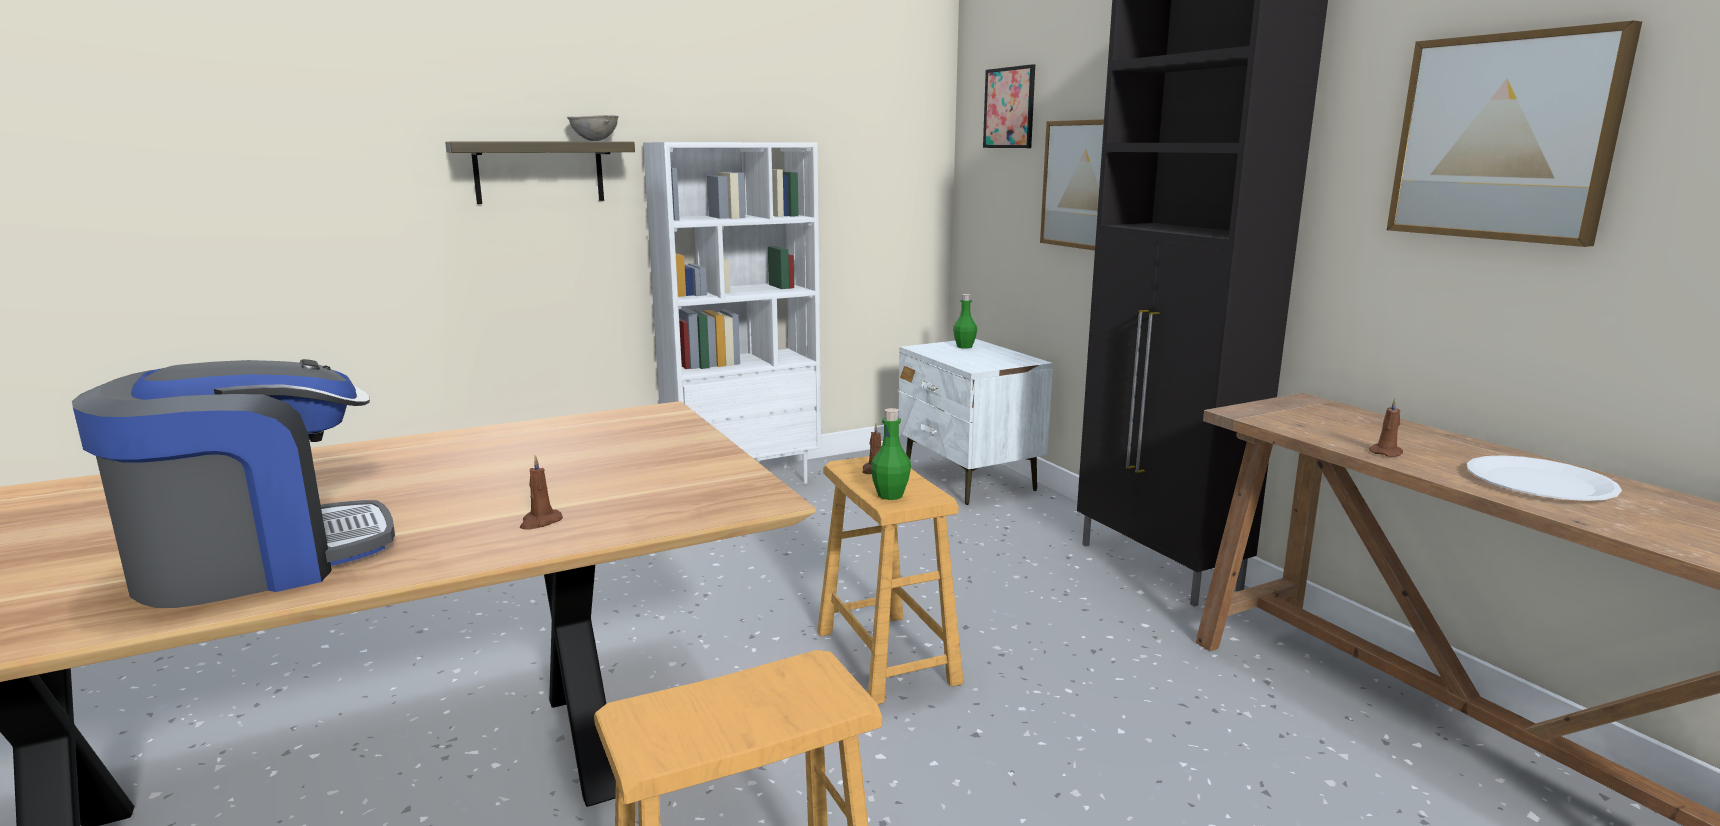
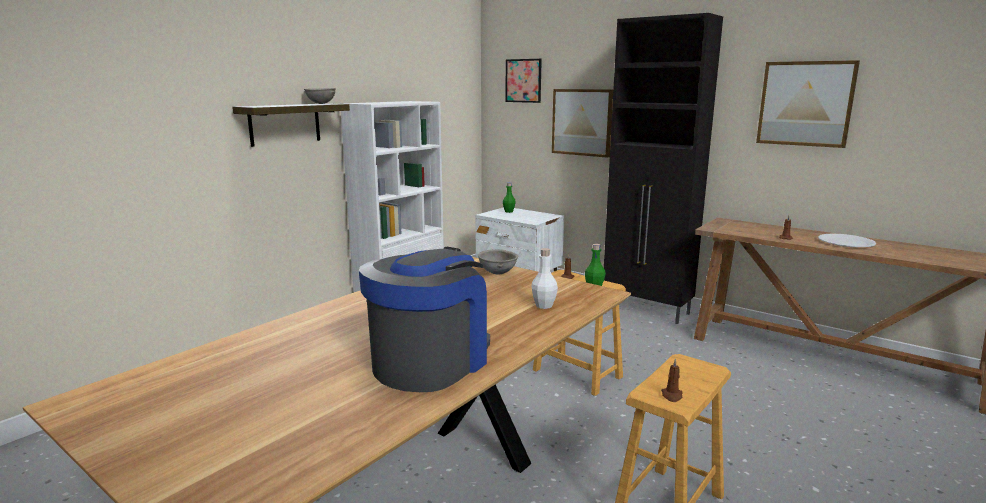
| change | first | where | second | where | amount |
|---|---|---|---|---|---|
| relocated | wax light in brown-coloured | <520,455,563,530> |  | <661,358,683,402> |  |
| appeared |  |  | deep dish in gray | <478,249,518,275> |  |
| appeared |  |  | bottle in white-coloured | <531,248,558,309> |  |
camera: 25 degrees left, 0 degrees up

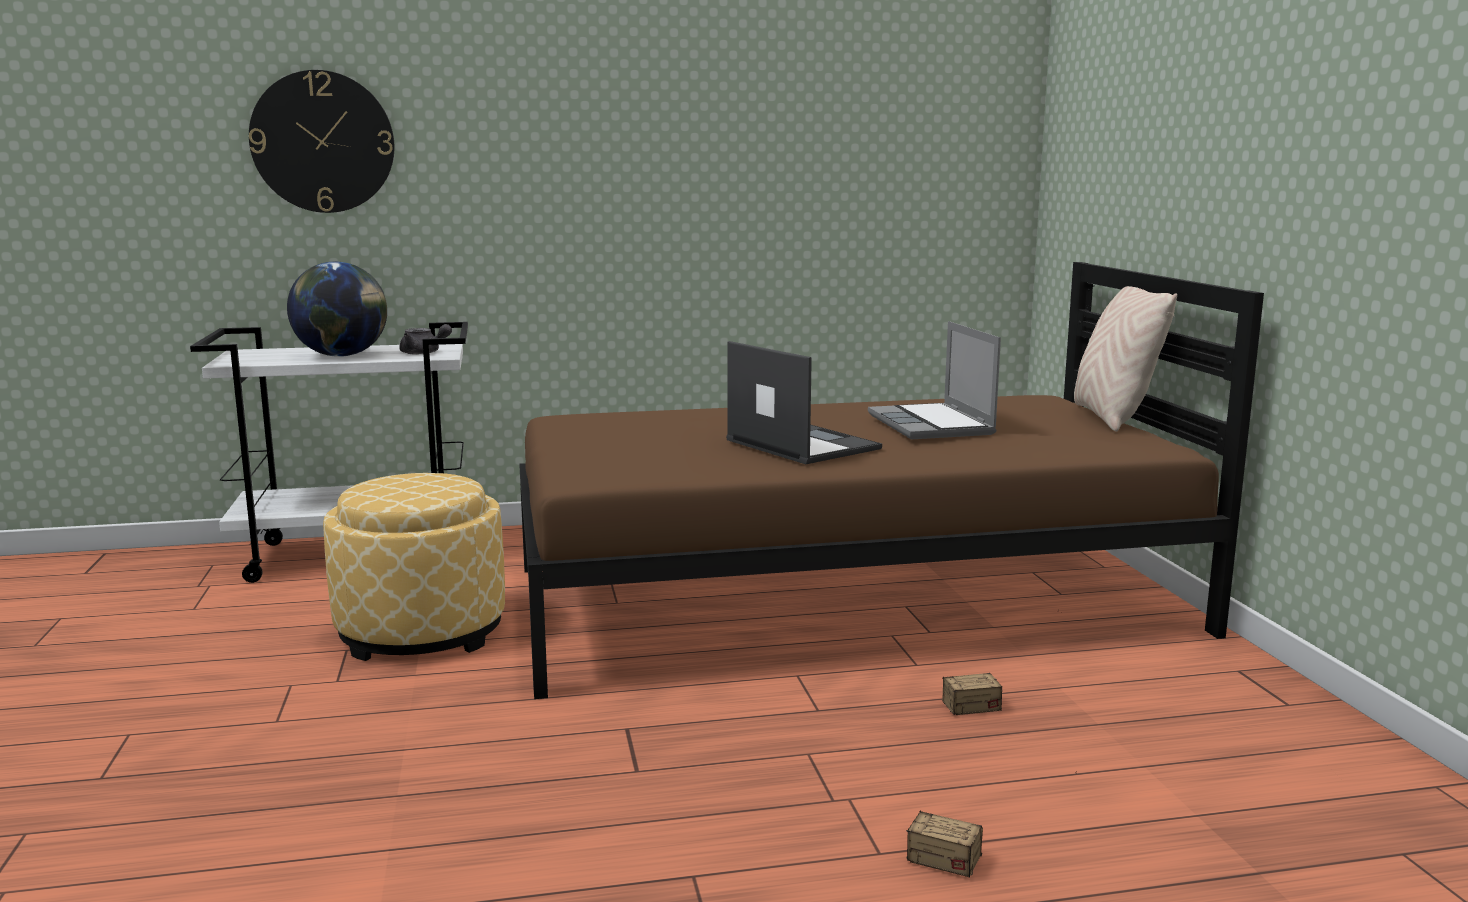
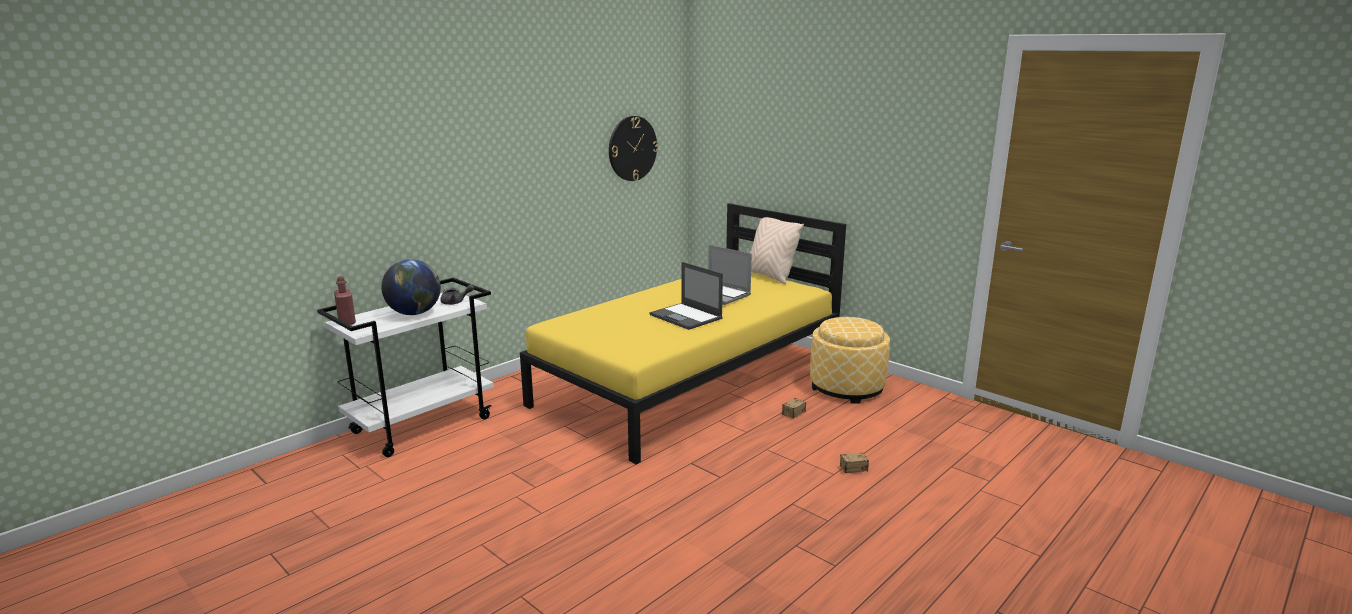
| change | first | where | second | where | amount |
|---|---|---|---|---|---|
| relocated | clock on the wall | <249,70,394,213> |  | <609,116,658,181> |  |
| relocated | footrest | <323,473,505,661> |  | <810,317,890,404> |  |
| colour | sleeping bed in brown-coloured | <519,262,1264,699> | sleeping bed in yellowish | <520,203,846,464> |  |
| spun | portable computer | <726,341,882,464> |  | <649,262,723,330> | 150 degrees counterclockwise |
| appeared |  |  | bottle in reddish | <334,276,356,325> |  |
camera: 35 degrees left, 5 degrees up

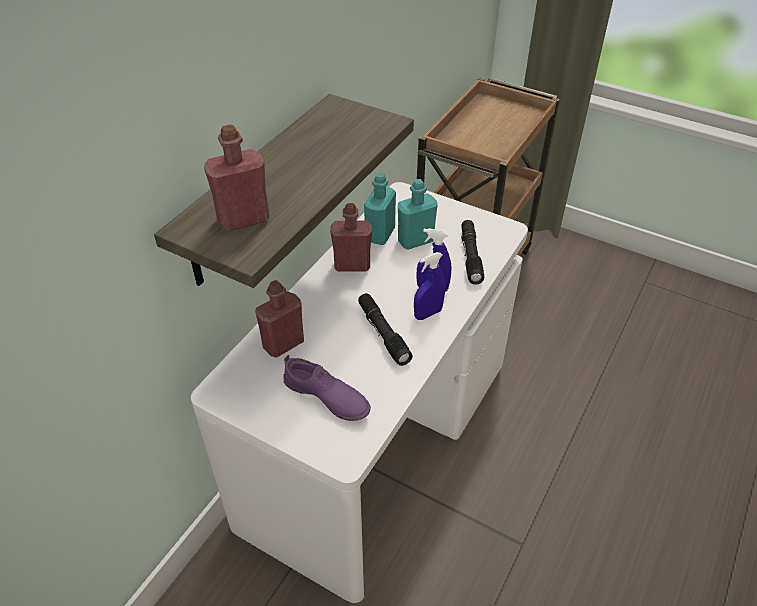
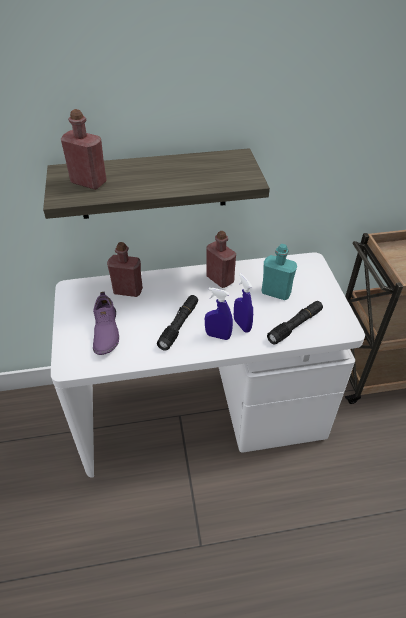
| change | first | where | second | where | amount |
|---|---|---|---|---|---|
| missing | bottle in turquoise-coloured | <364,173,396,245> |  |  |  |
camera: 50 degrees right, 0 degrees up

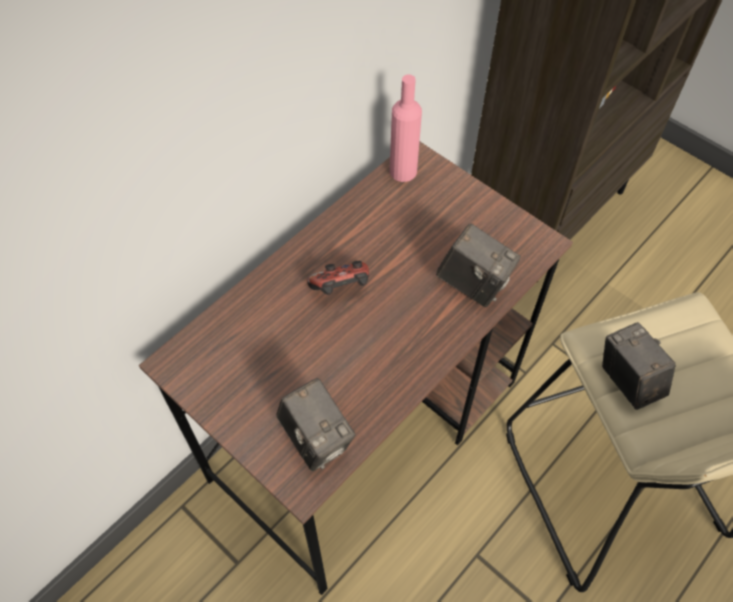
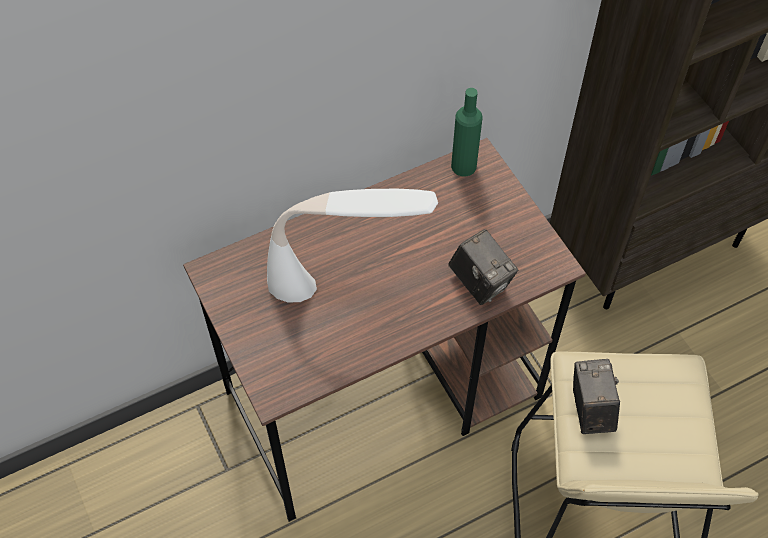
| change | first | where | second | where | amount |
|---|---|---|---|---|---|
| missing | still camera | <276,378,356,471> |  |  |  |
| missing | game controller | <307,261,369,295> |  |  |  |
| colour | bottle in pinkish | <390,74,422,182> | bottle in green | <451,88,482,176> |  |
| appeared |  |  | tabletop lamp in white-coloured | <267,189,438,303> |  |
camera: 20 degrees right, 0 degrees up

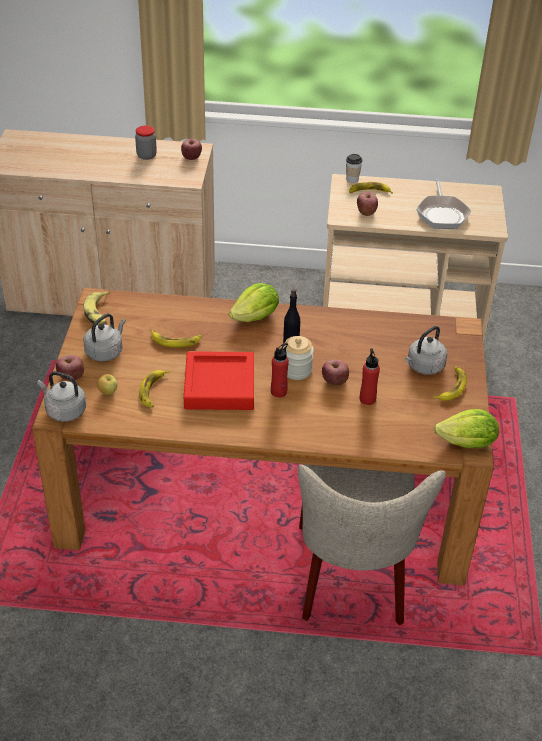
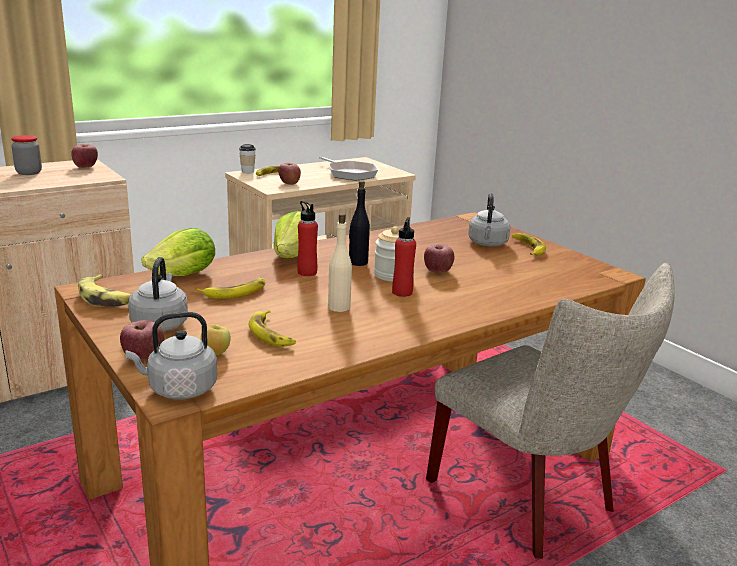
| change | first | where | second | where | amount |
|---|---|---|---|---|---|
| exchanged | carrying tray in reddish | <184,351,254,410> | bottle in beige-coloured | <328,214,352,312> |  |
| relocated | bottle in reddish | <360,348,380,405> |  | <297,201,318,276> |  |
| relocated | lettuce head | <434,409,499,448> |  | <141,228,215,276> |  |
camera: 40 degrees left, 20 degrees down

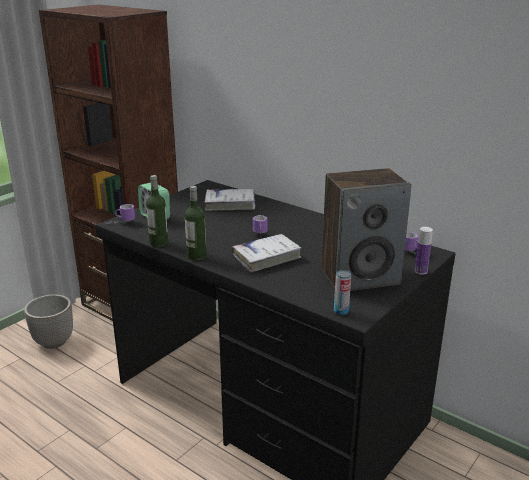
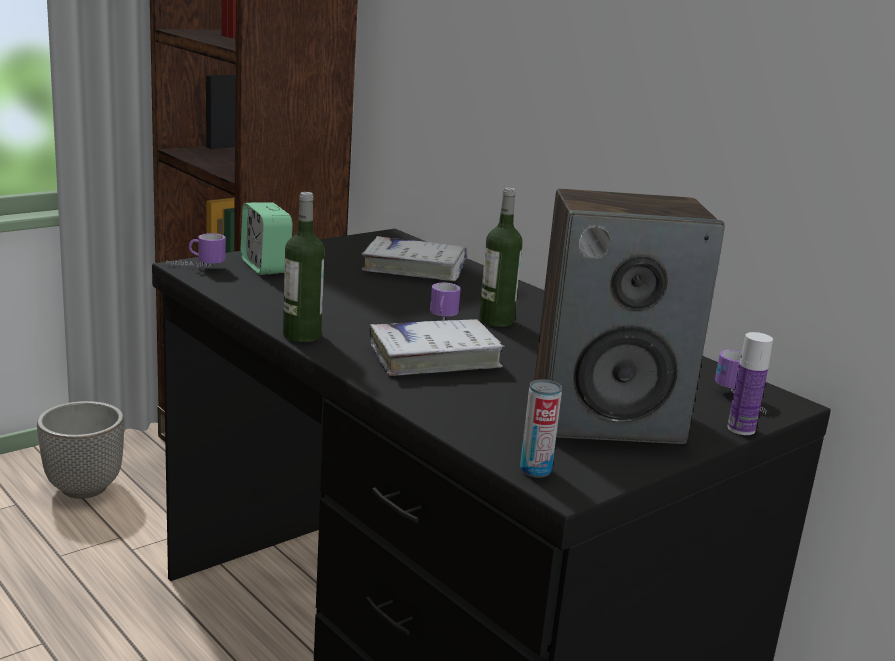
| change | first | where | second | where | amount |
|---|---|---|---|---|---|
| relocated | bottle | <146,175,168,247> |  | <479,187,523,327> |  |
camera: 10 degrees right, 5 degrees down

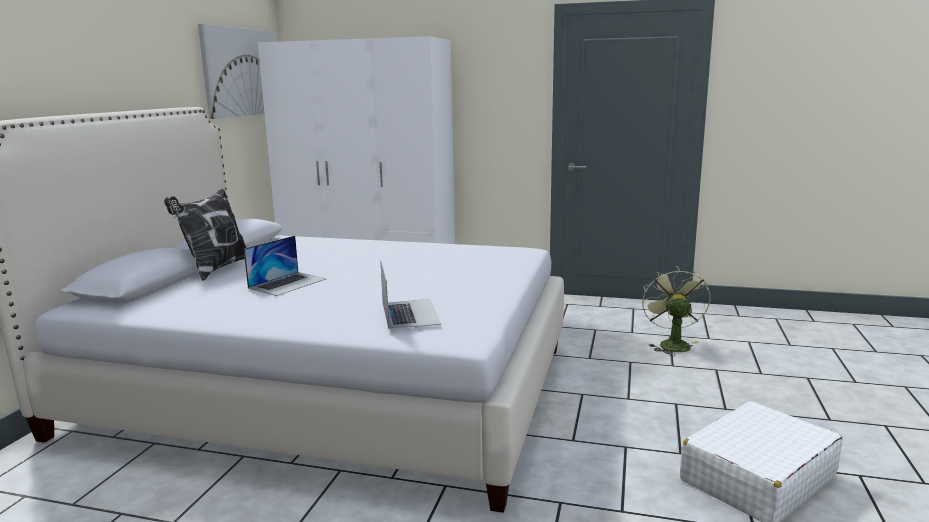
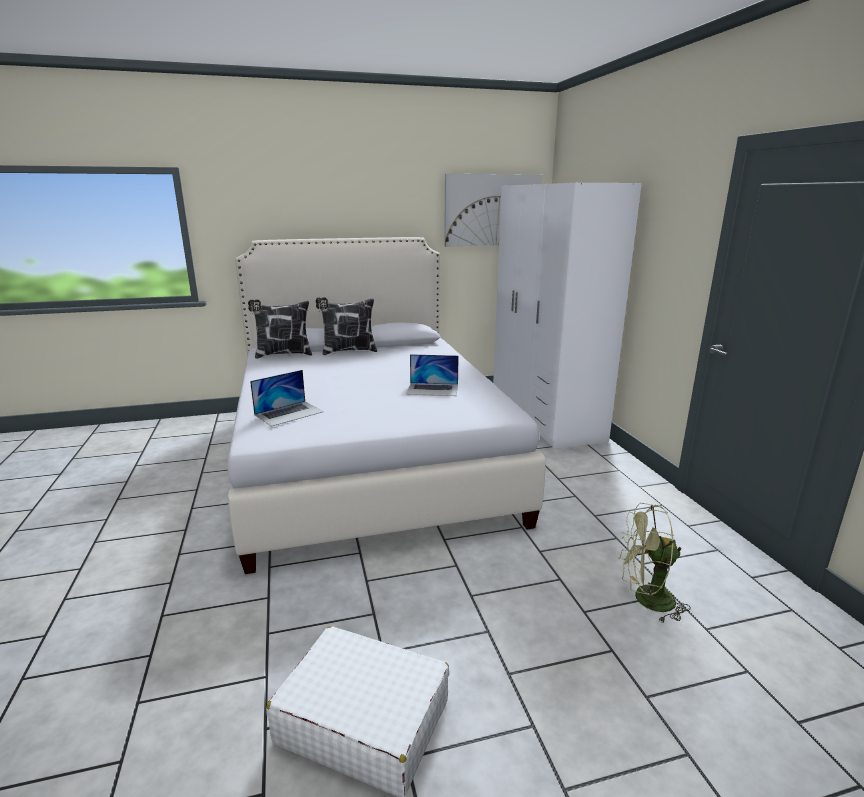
| change | first | where | second | where | amount |
|---|---|---|---|---|---|
| relocated | portable computer | <244,236,327,296> |  | <406,354,459,396> |  |
| spun | electric fan in green | <642,266,710,356> |  | <618,503,691,622> | 150 degrees counterclockwise |
| appeared |  |  | pillow | <248,299,312,359> |  |
camera: 60 degrees right, 5 degrees up

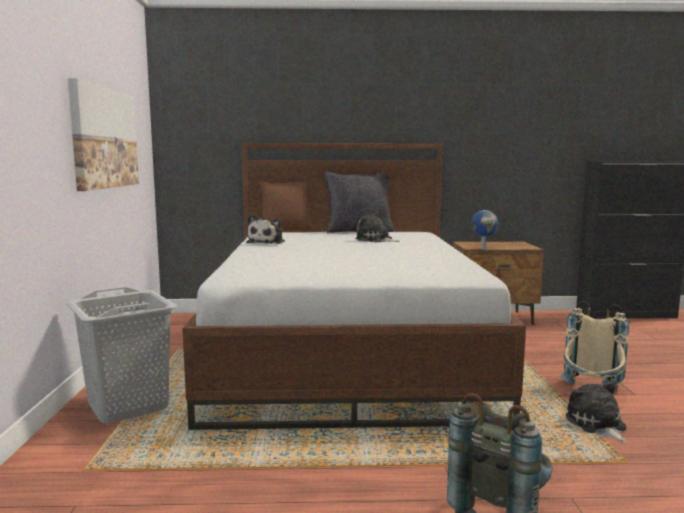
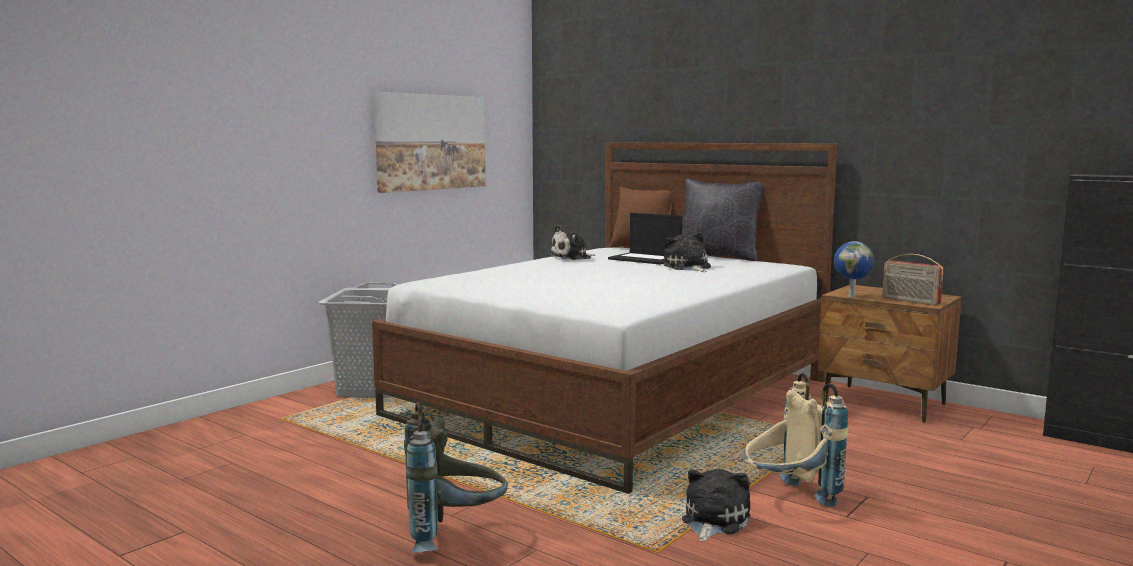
| change | first | where | second | where | amount |
|---|---|---|---|---|---|
| appeared |  |  | portable computer | <608,213,682,265> |  |
| appeared |  |  | radio | <882,254,944,306> |  |
camera: 40 degrees right, 0 degrees up

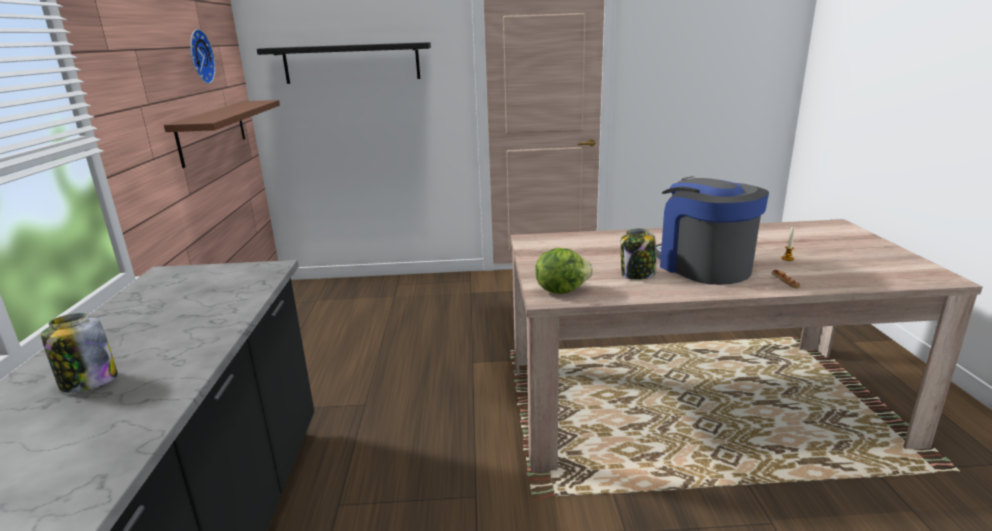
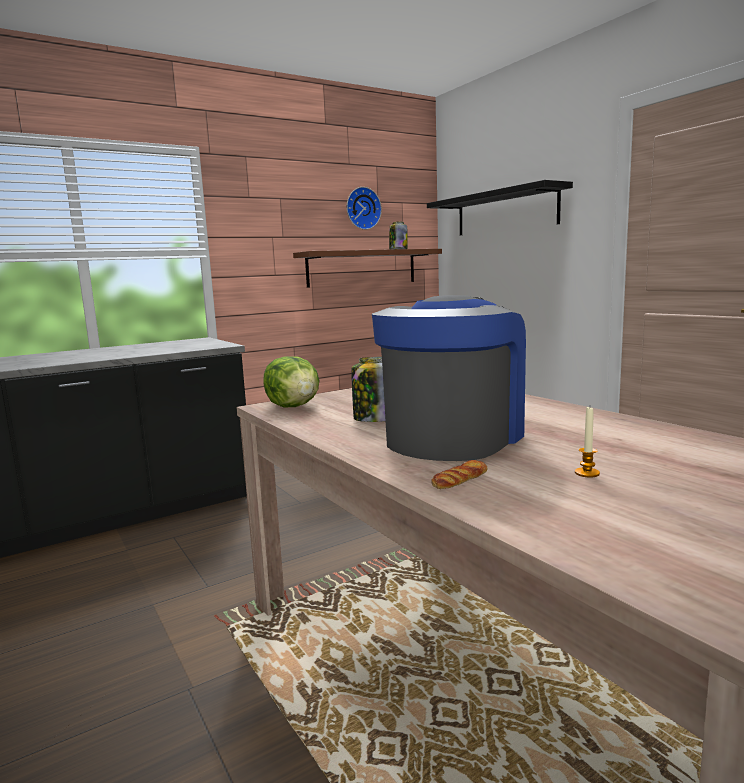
| change | first | where | second | where | amount |
|---|---|---|---|---|---|
| relocated | storage jar | <41,313,118,393> |  | <389,221,408,249> |  |
camera: 60 degrees right, 10 degrees down

